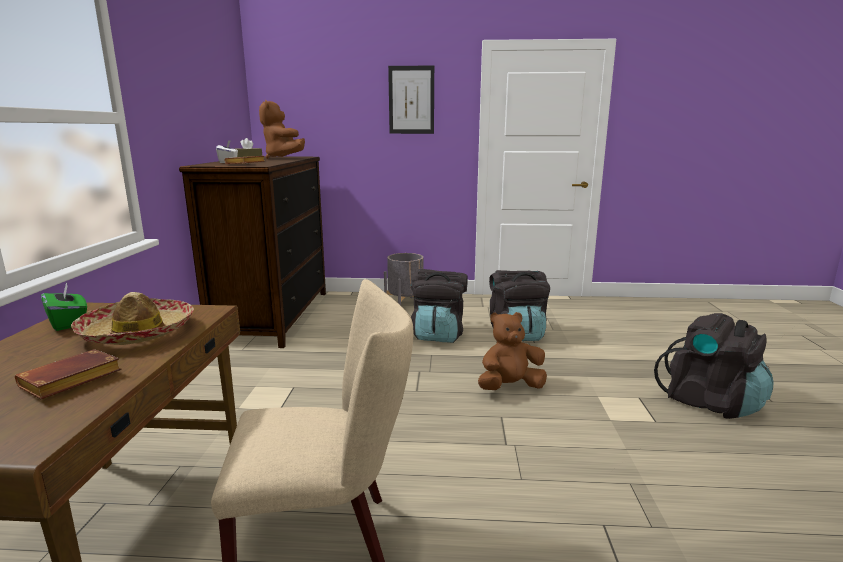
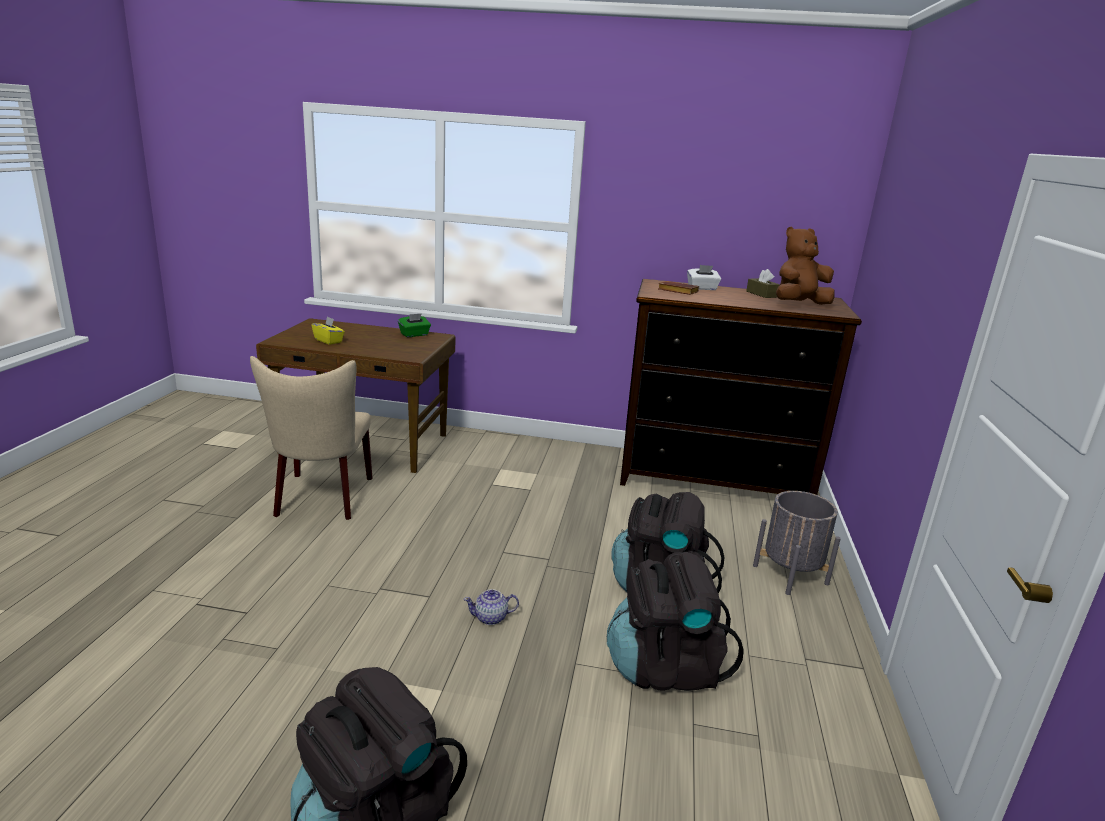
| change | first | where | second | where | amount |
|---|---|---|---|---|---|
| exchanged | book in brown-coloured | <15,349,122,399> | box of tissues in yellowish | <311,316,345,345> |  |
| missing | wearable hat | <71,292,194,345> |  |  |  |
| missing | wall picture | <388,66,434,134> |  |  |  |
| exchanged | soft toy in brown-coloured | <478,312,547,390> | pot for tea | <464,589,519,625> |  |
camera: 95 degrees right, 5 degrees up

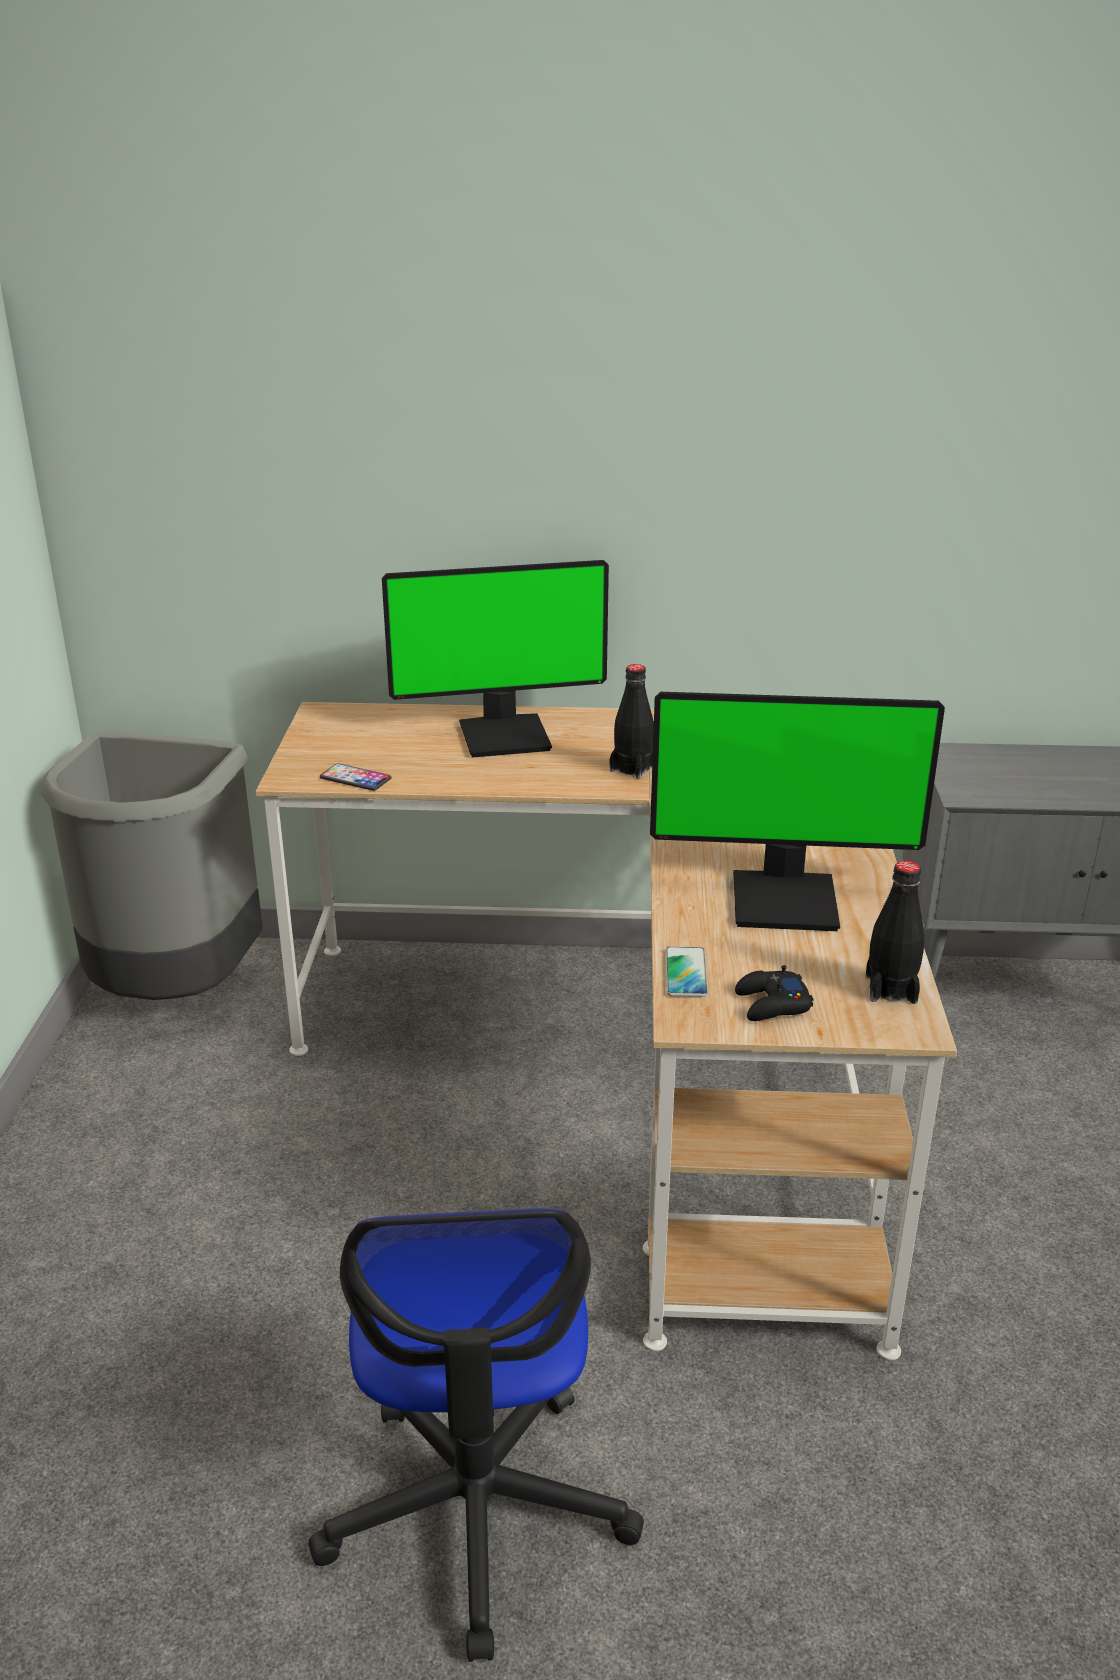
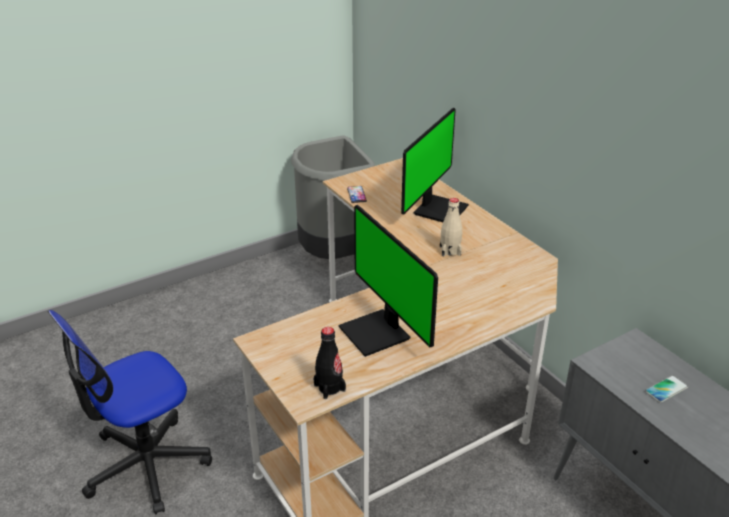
| change | first | where | second | where | amount |
|---|---|---|---|---|---|
| spun | computer screen | <382,560,609,758> |  | <401,108,469,222> | 105 degrees counterclockwise |
| colour | bottle in blackish | <609,664,654,779> | bottle in beige-coloured | <440,198,462,256> |  |
| relocated | telephone | <665,946,708,997> |  | <645,375,688,403> |  |
| missing | game controller in blackish | <735,965,813,1021> |  |  |  |
camera: 55 degrees right, 5 degrees up

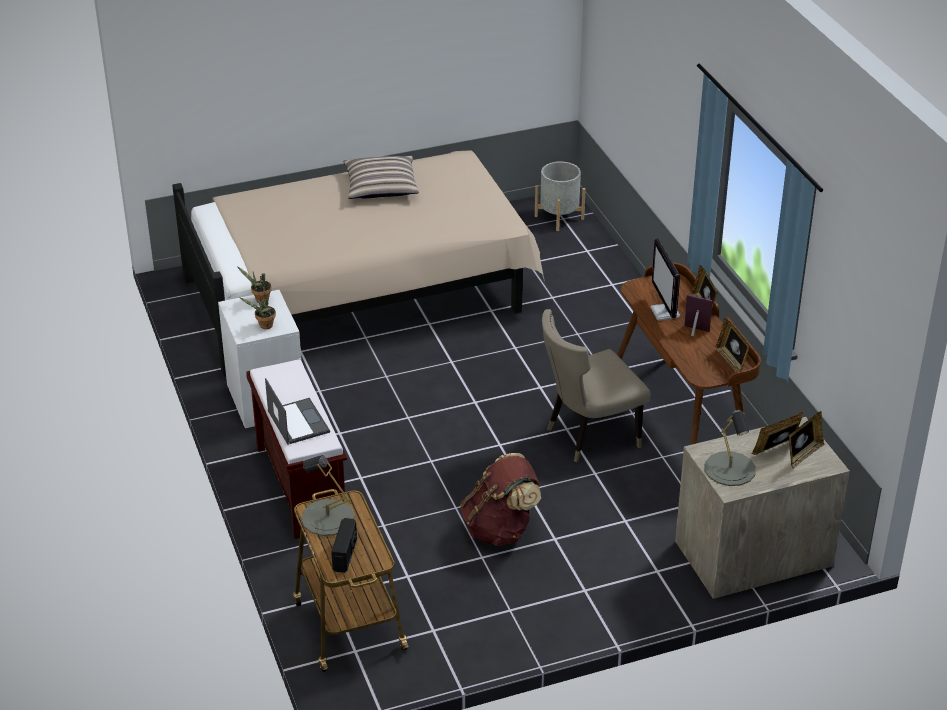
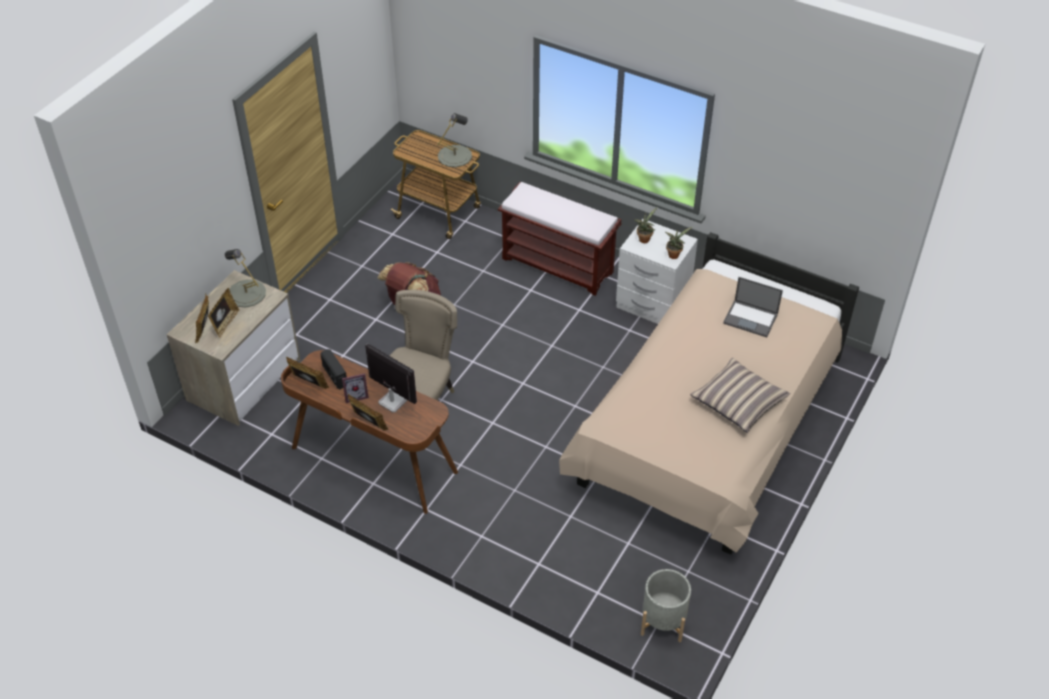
| change | first | where | second | where | amount |
|---|---|---|---|---|---|
| relocated | portable computer | <265,378,330,445> |  | <723,277,783,337> |  |
| relocated | radio | <331,518,357,573> |  | <321,349,347,389> |  |
camera: 140 degrees right, 10 degrees up

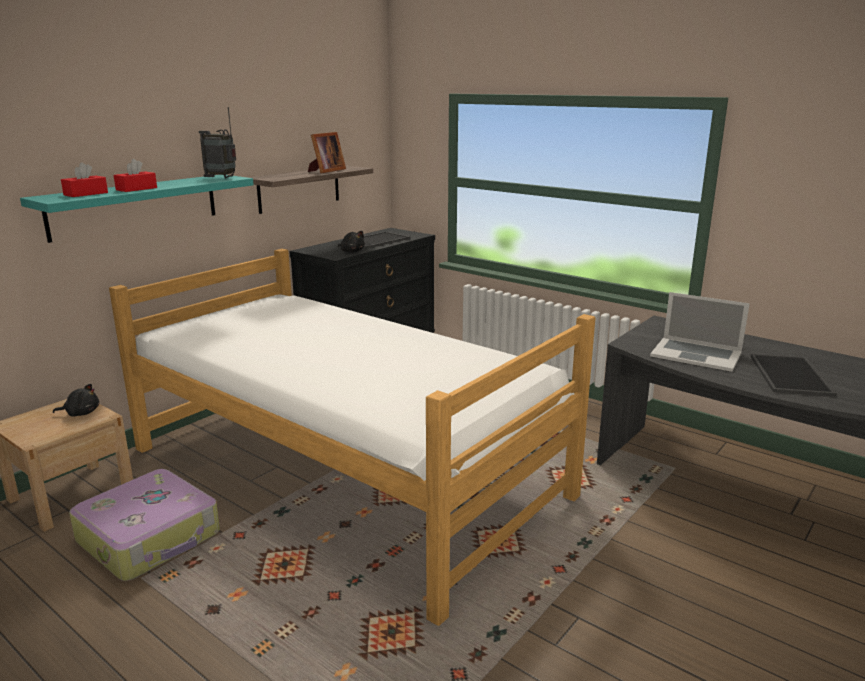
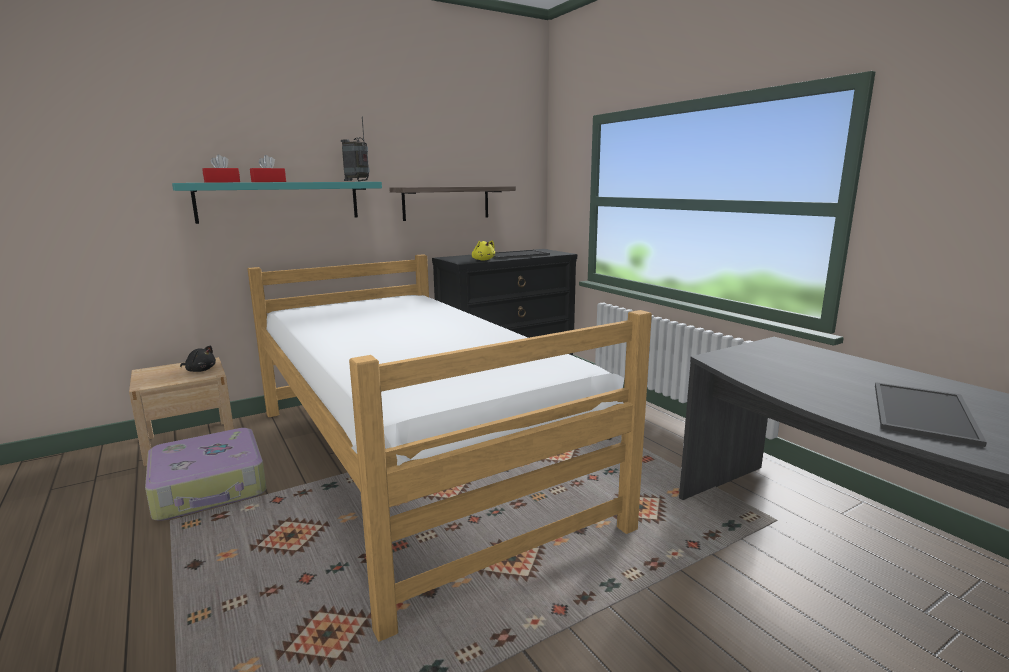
| change | first | where | second | where | amount |
|---|---|---|---|---|---|
| missing | standing frame | <308,132,346,173> |  |  |  |
| colour | soft toy in blackish | <338,231,365,253> | soft toy in yellowish | <472,240,495,261> |  |
| missing | portable computer | <650,292,750,372> |  |  |  |
camera: 20 degrees right, 5 degrees down

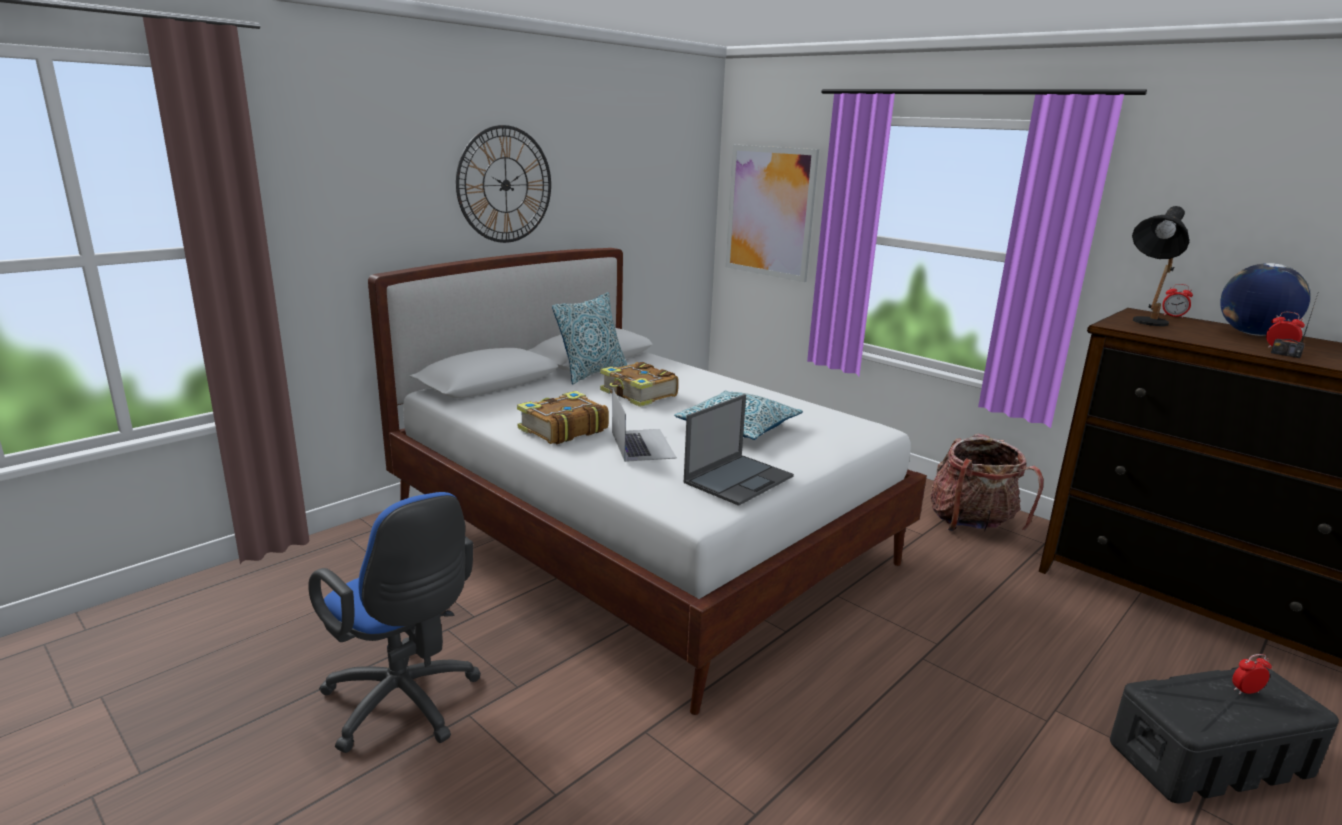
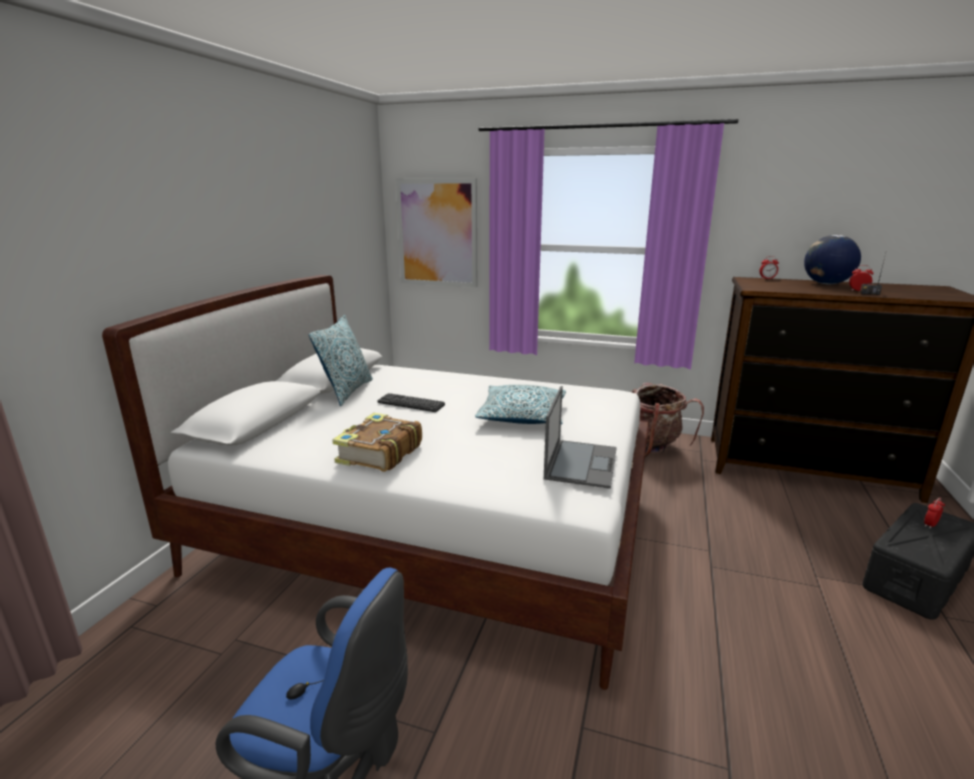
| change | first | where | second | where | amount |
|---|---|---|---|---|---|
| missing | clock on the wall | <456,125,551,243> |  |  |  |
| exchanged | book | <600,362,679,407> | PC keyboard | <377,393,445,412> |  |
| missing | portable computer | <612,388,677,462> |  |  |  |
| missing | tabletop lamp in blackish | <1132,206,1189,326> |  |  |  |
camera: 25 degrees left, 0 degrees up

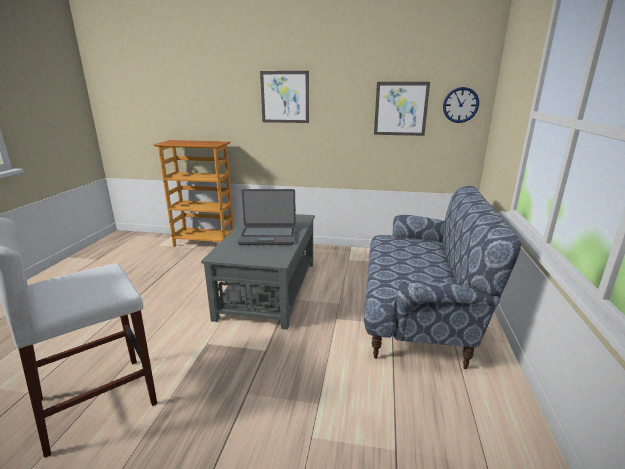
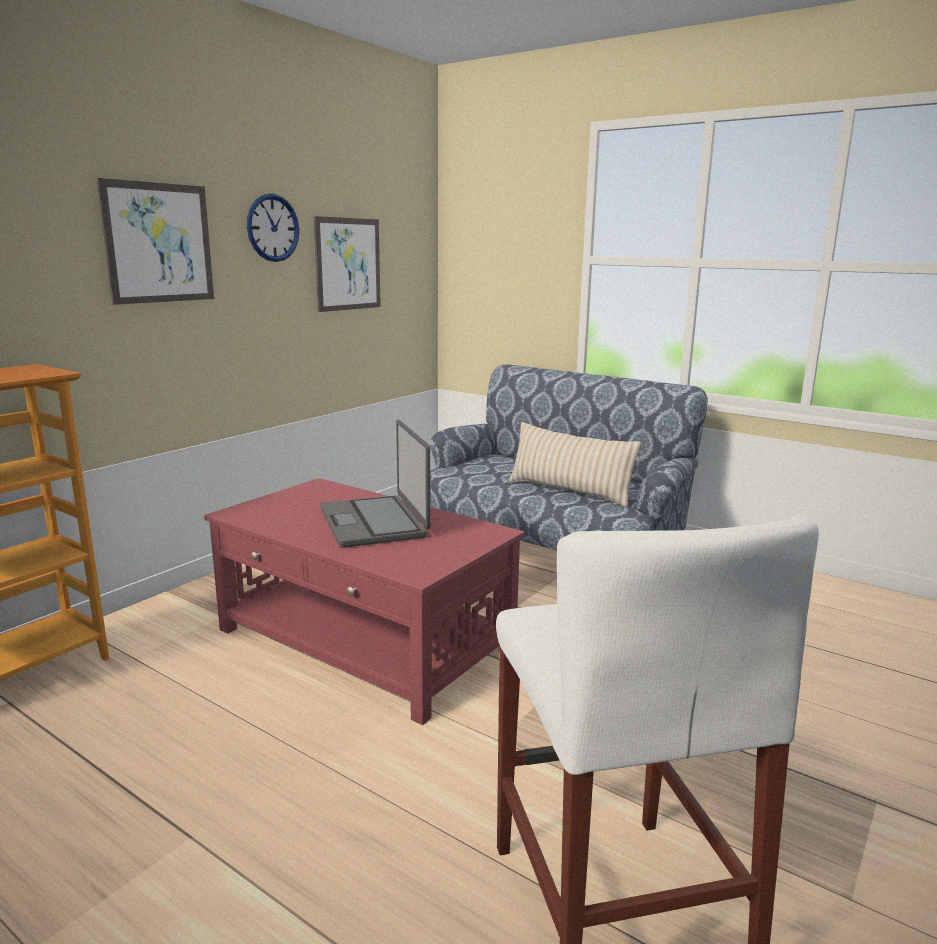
| change | first | where | second | where | amount |
|---|---|---|---|---|---|
| colour | lounge table in gray | <201,214,315,330> | lounge table in reddish | <204,478,525,725> |  |
| spun | portable computer | <237,189,296,245> |  | <320,419,430,548> | 135 degrees clockwise |
| relocated | clock on the wall | <443,87,479,123> |  | <247,194,299,262> |  |
| appeared |  |  | pillow in beige-coloured | <509,422,641,507> |  |
camera: 65 degrees left, 5 degrees down

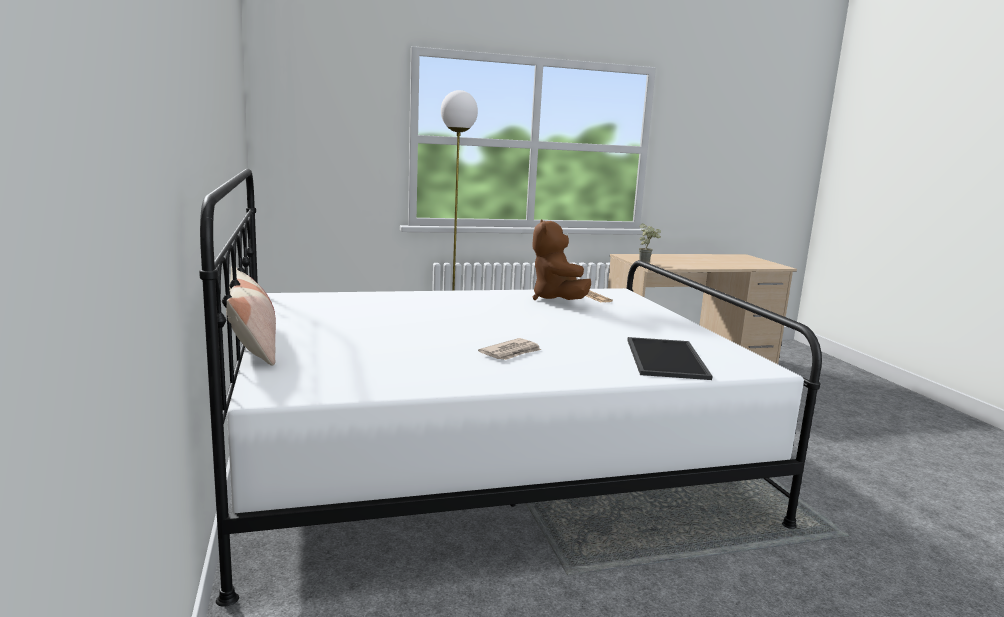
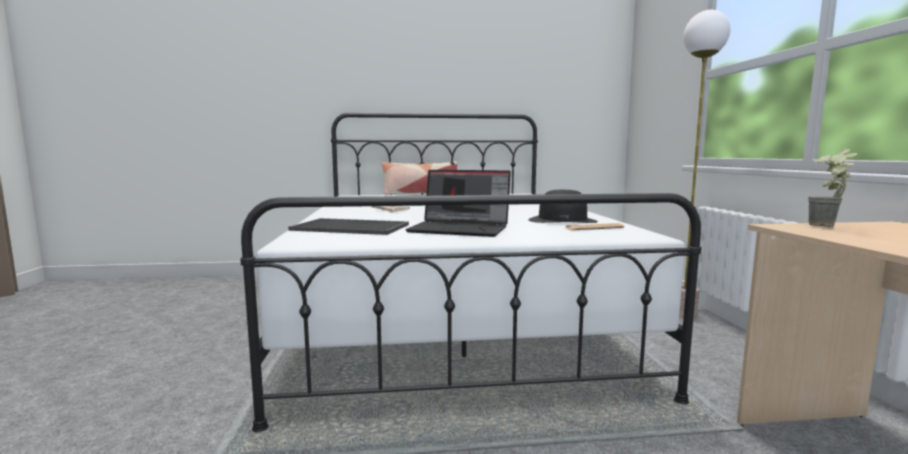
| change | first | where | second | where | amount |
|---|---|---|---|---|---|
| exchanged | soft toy in brown-coloured | <532,219,591,300> | wearable hat in blackish | <528,190,598,223> |  |
| appeared |  |  | portable computer | <405,170,511,237> |  |
camera: 100 degrees right, 5 degrees down

